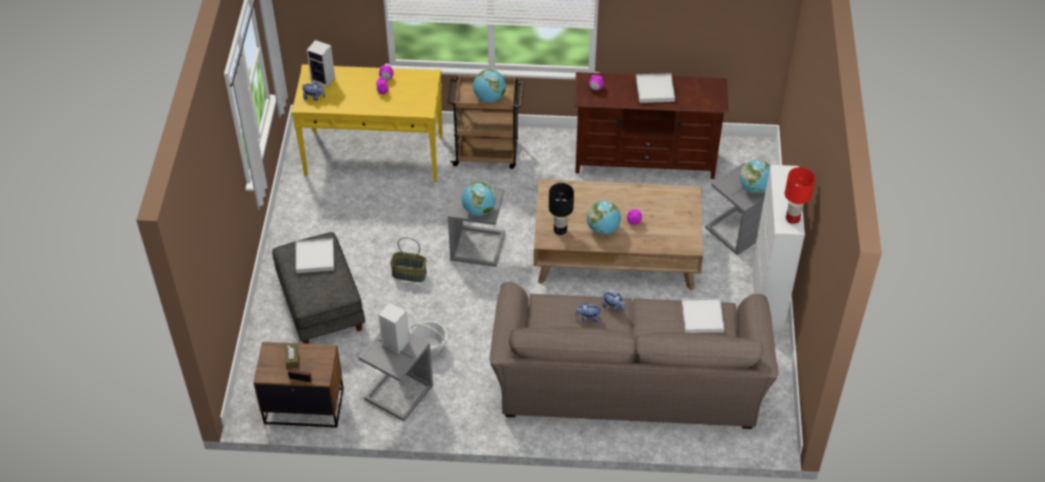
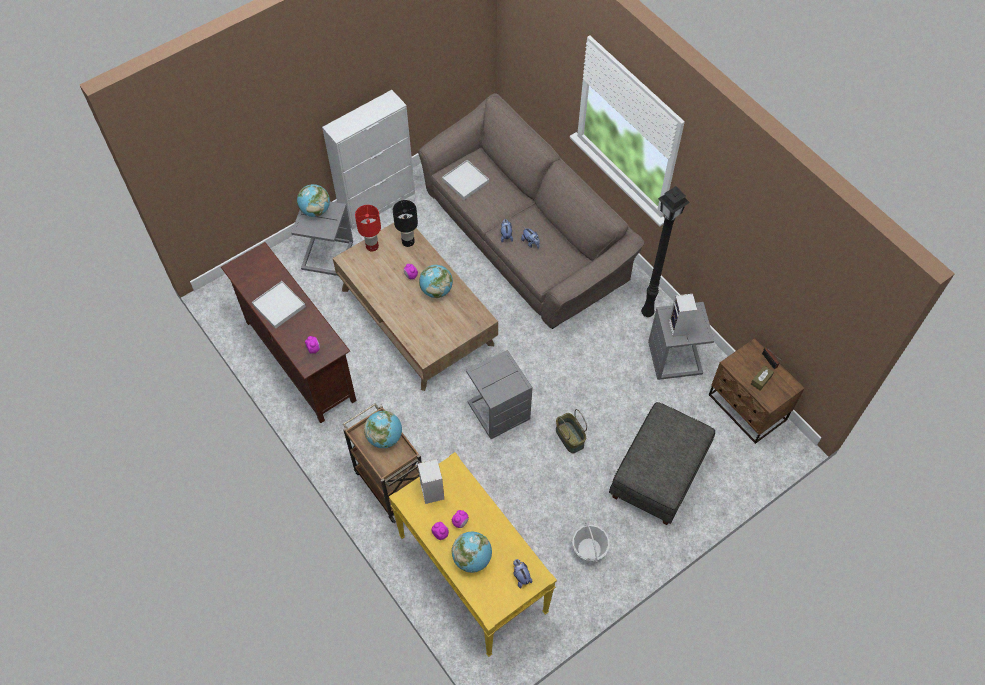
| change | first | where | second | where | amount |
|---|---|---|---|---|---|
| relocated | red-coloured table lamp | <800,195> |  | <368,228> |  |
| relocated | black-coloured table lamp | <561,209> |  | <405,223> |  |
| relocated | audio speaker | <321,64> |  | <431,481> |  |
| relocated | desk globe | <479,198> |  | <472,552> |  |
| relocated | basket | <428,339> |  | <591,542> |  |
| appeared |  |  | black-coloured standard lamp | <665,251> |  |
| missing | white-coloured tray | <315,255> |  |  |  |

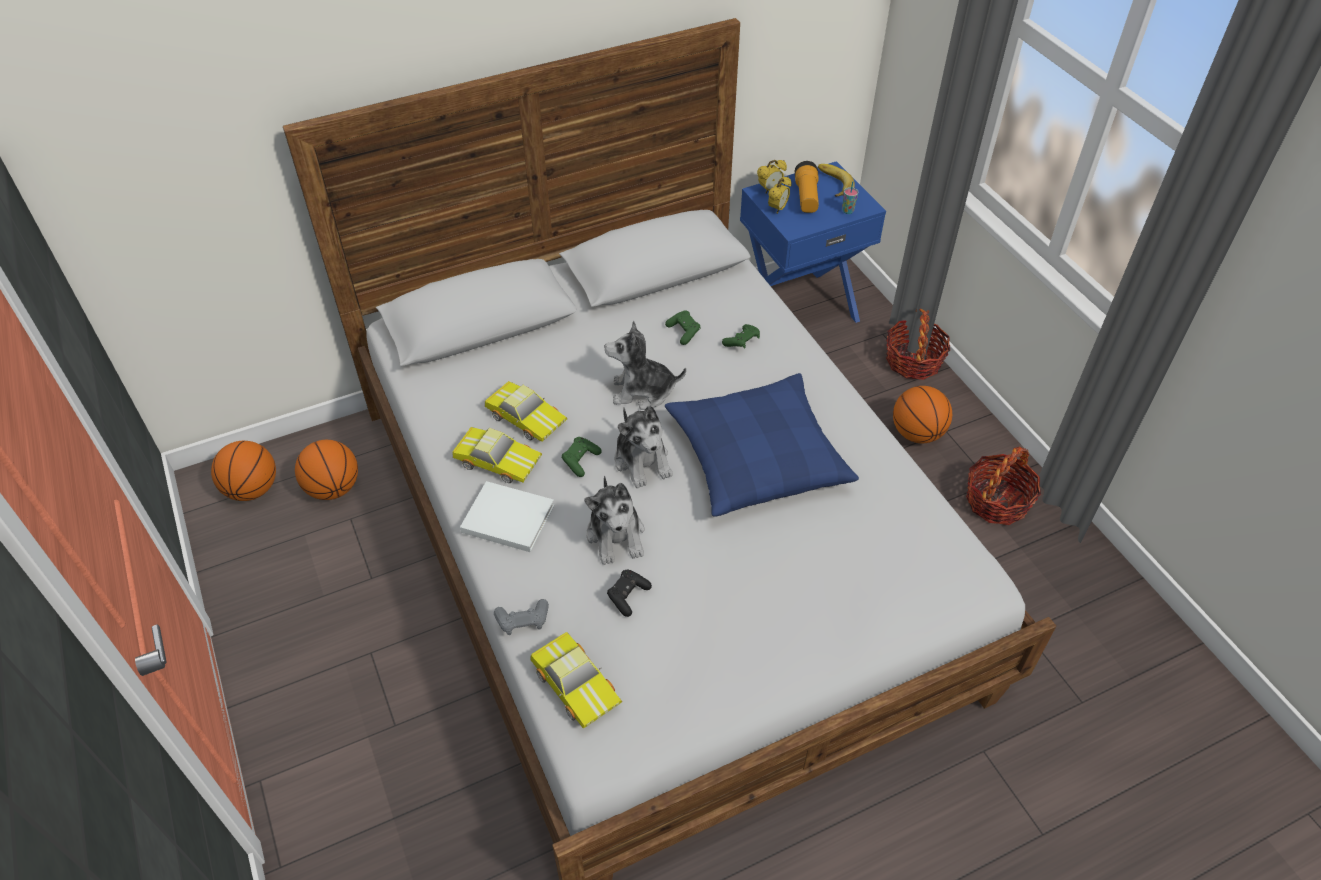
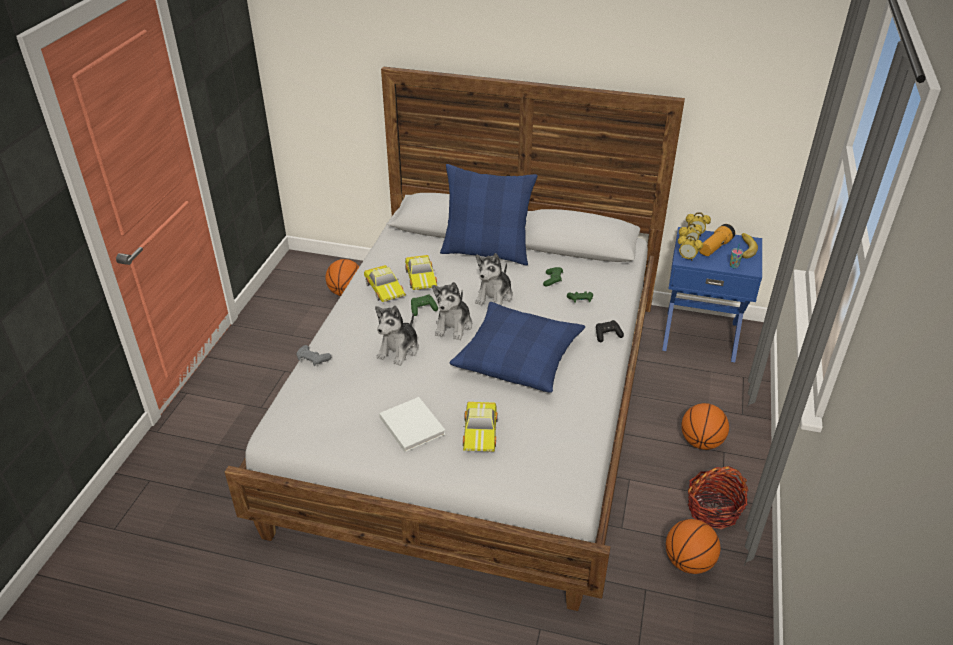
| change | first | where | second | where | amount |
|---|---|---|---|---|---|
| relocated | white-coloured volume | <507,516> |  | <412,424> |  |
| appeared |  |  | blue-coloured throw pillow | <489,214> |  |
| relocated | toy car | <576,680> |  | <480,427> |  |
| spun | cuddly toy | <645,365> |  | <494,279> | 105 degrees counterclockwise |
| relocated | black-coloured game controller | <629,593> |  | <610,331> |  |
| relocated | basketball | <243,471> |  | <693,546> |  |
| appeared |  |  | table clock | <690,248> |  |
| missing | basket | <918,344> |  |  |  |

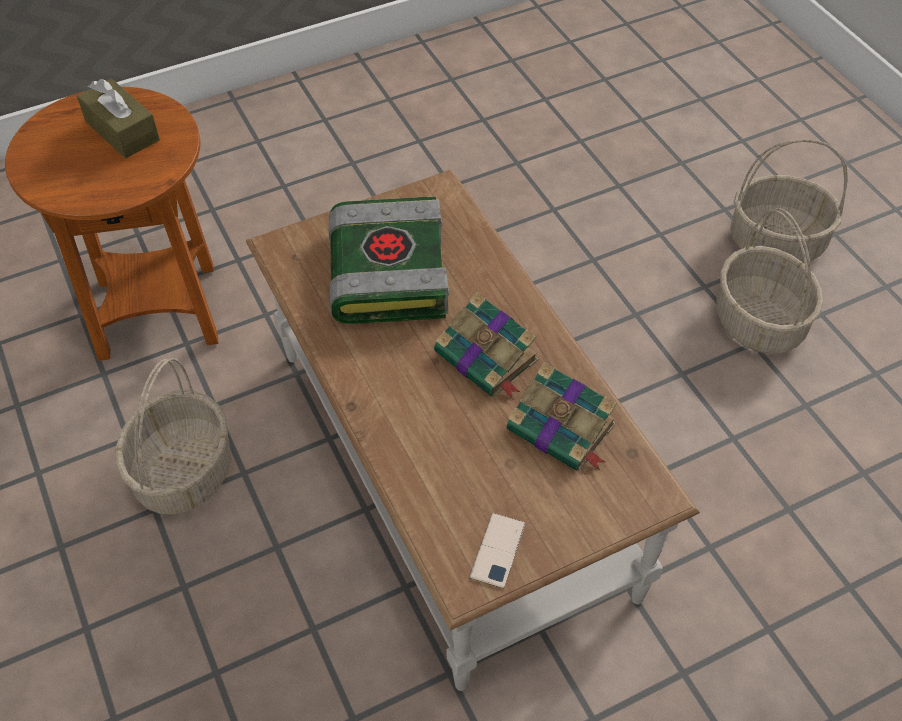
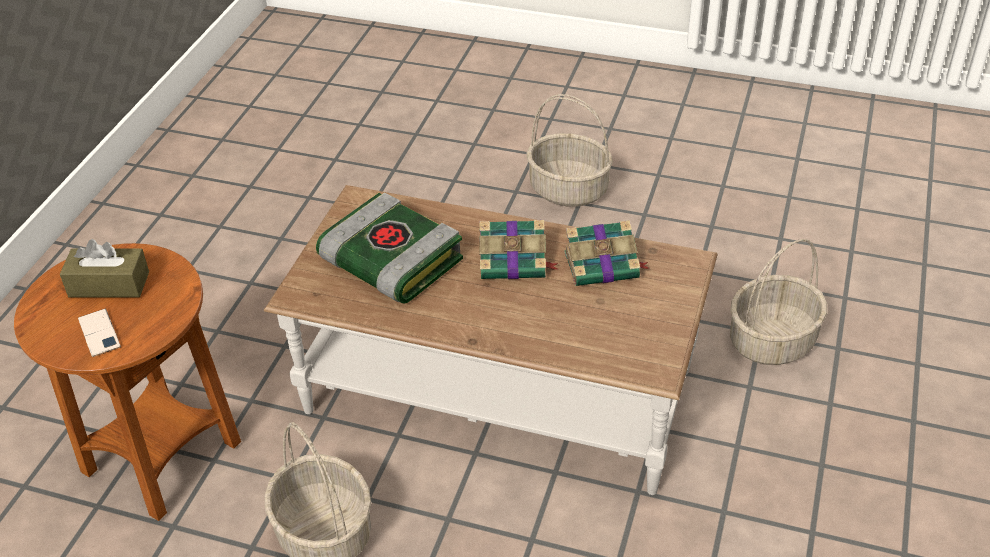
| change | first | where | second | where | amount |
|---|---|---|---|---|---|
| relocated | telephone | <498,551> |  | <99,333> |  |
| relocated | basket | <789,201> |  | <778,302> |  |

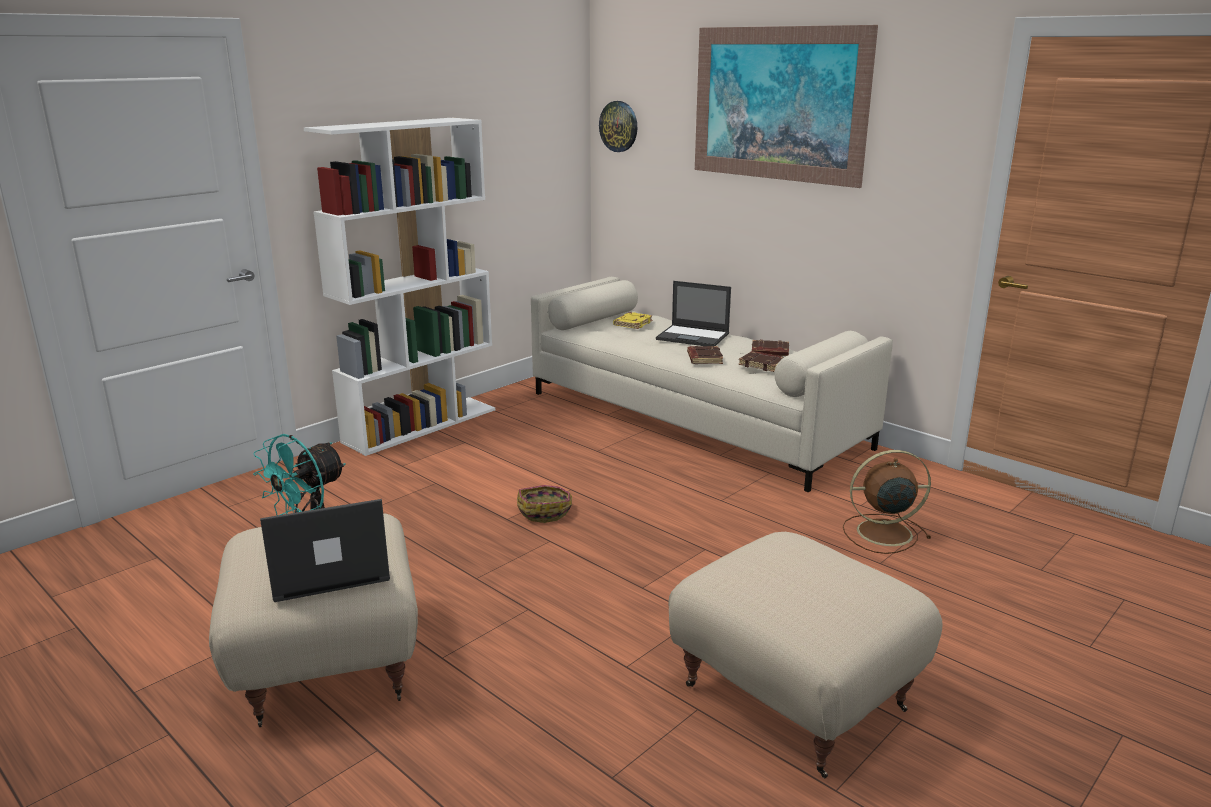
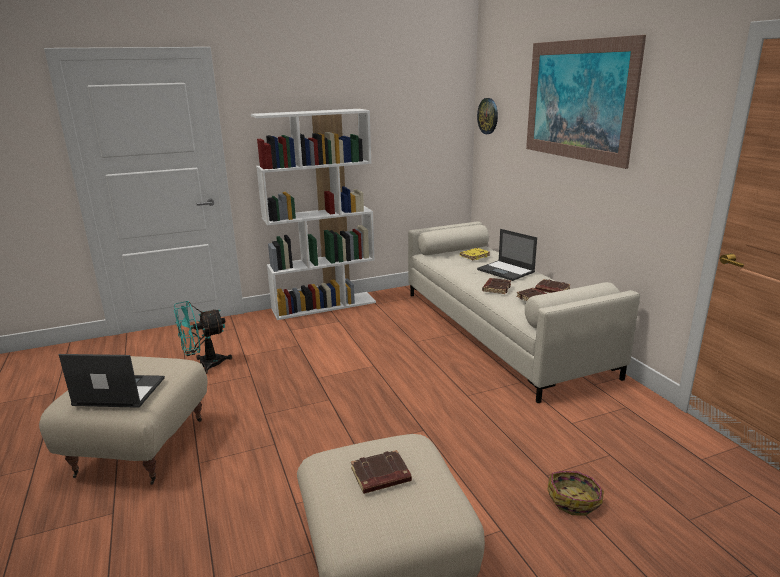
| change | first | where | second | where | amount |
|---|---|---|---|---|---|
| appeared |  |  | brown-coloured volume | <381,472> |  |
| relocated | basket | <544,504> |  | <576,493> |  |
| missing | brown-coloured electric fan | <887,502> |  |  |  |

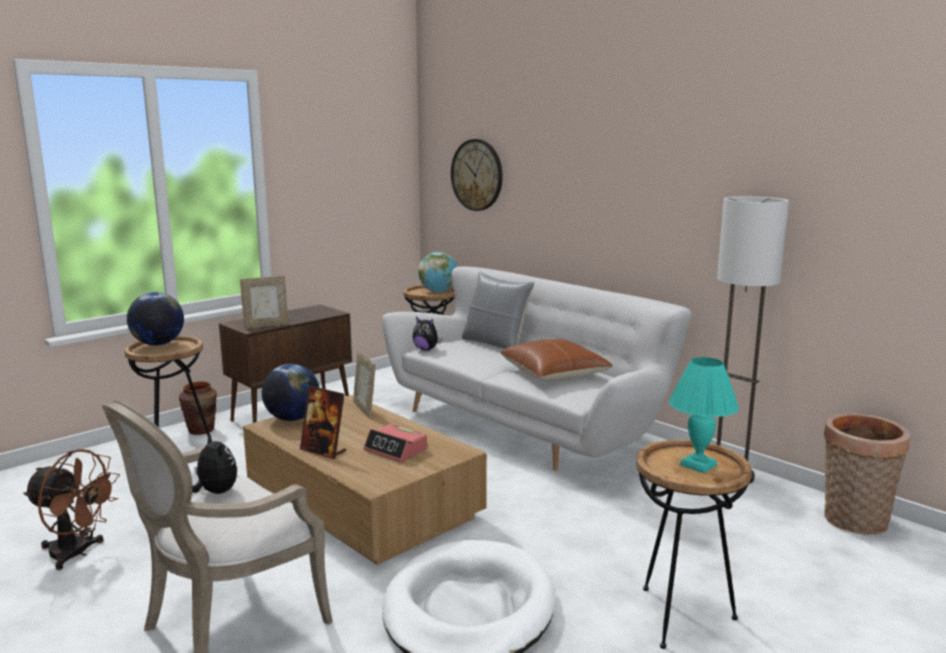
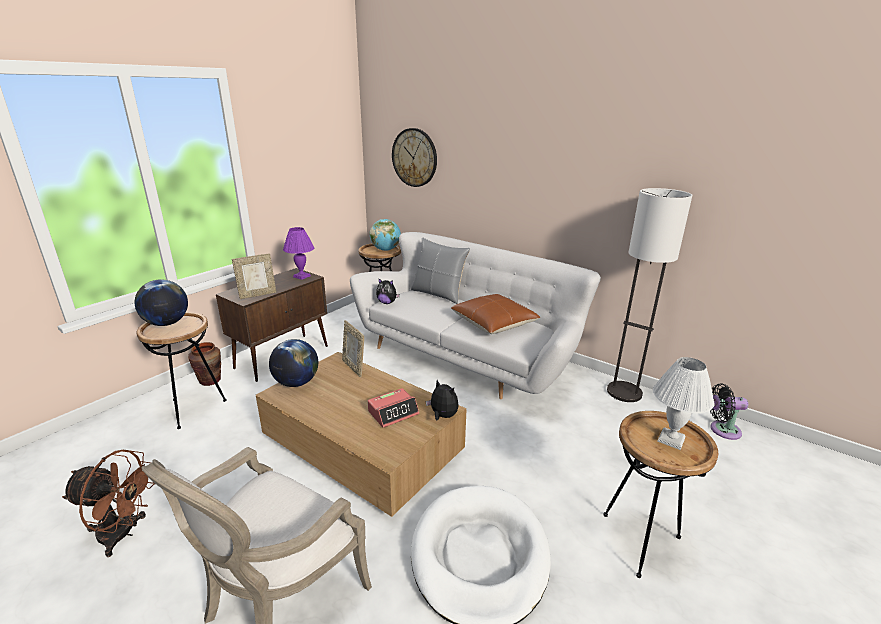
| change | first | where | second | where | amount |
|---|---|---|---|---|---|
| appeared |  |  | purple table lamp | <298,253> |  |
| spun | table clock | <395,443> |  | <393,408> | 60 degrees counterclockwise |
| relocated | cuddly toy | <214,464> |  | <442,400> |  |
| colour | blue-green table lamp | <704,415> | white-coloured table lamp | <684,403> |  |
| exchanged | basket | <867,474> | black-coloured electric fan | <729,411> |  |
| missing | standing frame | <323,422> |  |  |  |

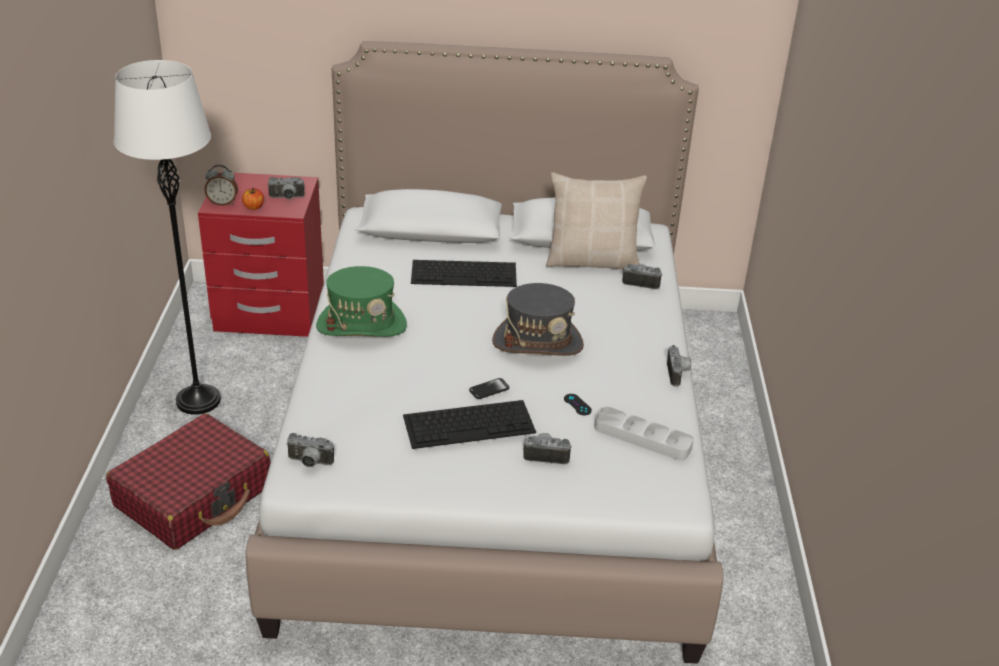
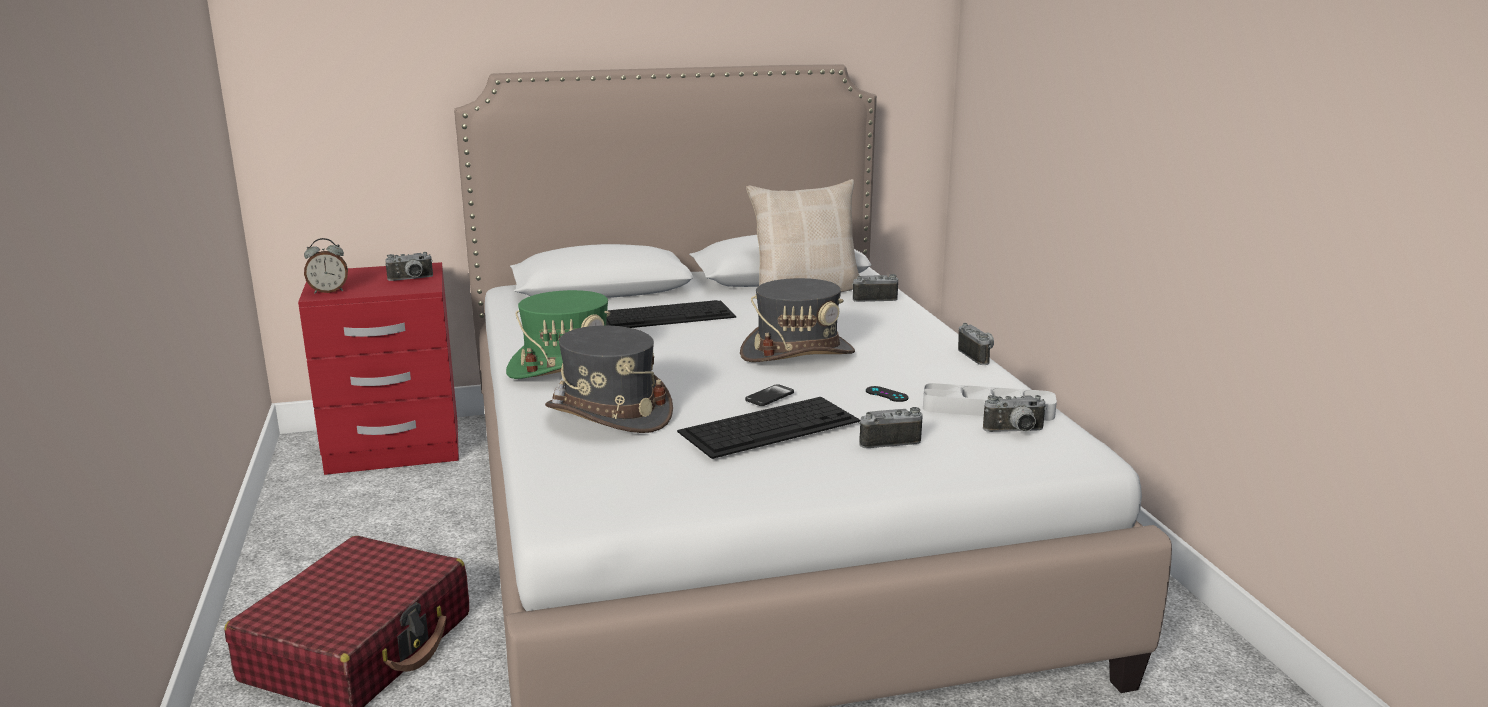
| change | first | where | second | where | amount |
|---|---|---|---|---|---|
| appeared |  |  | greyish wearable hat | <609,379> |  |
| relocated | still camera | <310,450> |  | <1015,413> |  |
| missing | white-coloured standard lamp | <167,237> |  |  |  |
| missing | apple fruit | <253,199> |  |  |  |

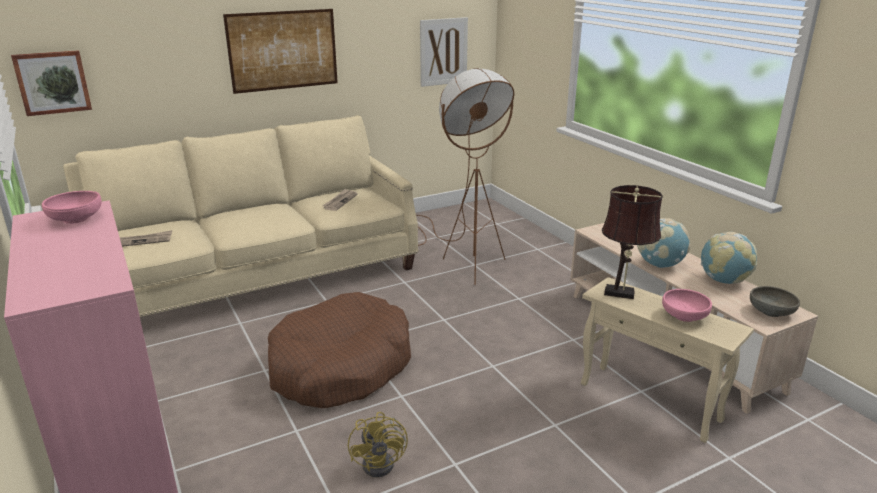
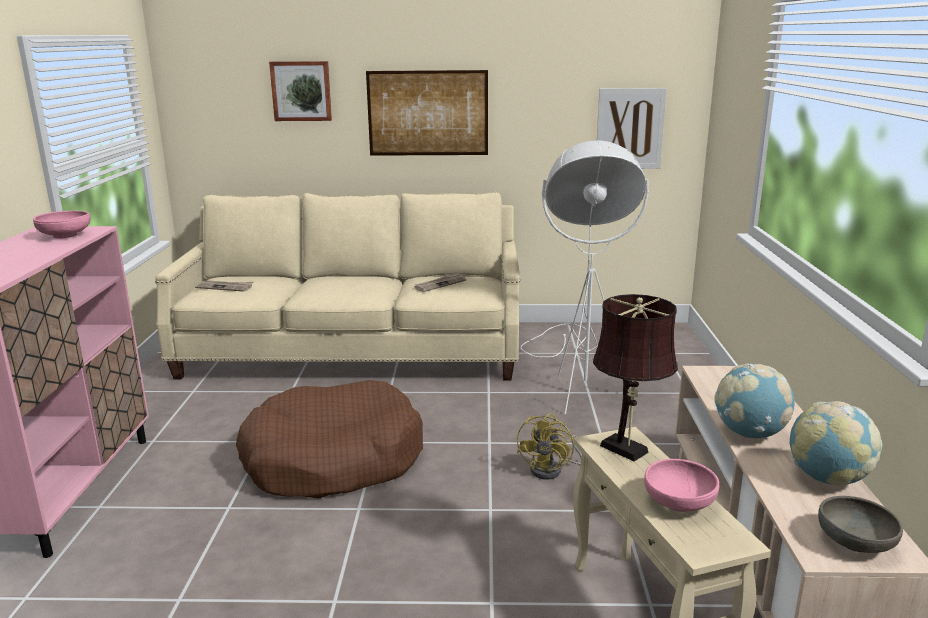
| change | first | where | second | where | amount |
|---|---|---|---|---|---|
| relocated | wall picture | <51,83> |  | <300,91> |  |
| relocated | yellowish electric fan | <378,444> |  | <549,446> |  |
| colour | brown-coloured standard lamp | <465,176> | white-coloured standard lamp | <584,277> |  |

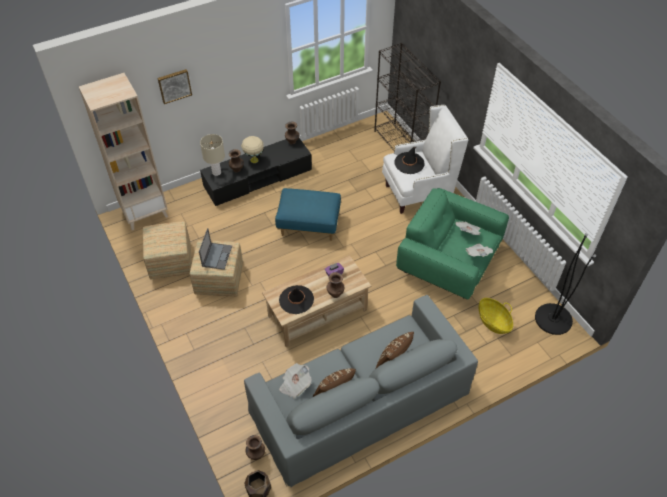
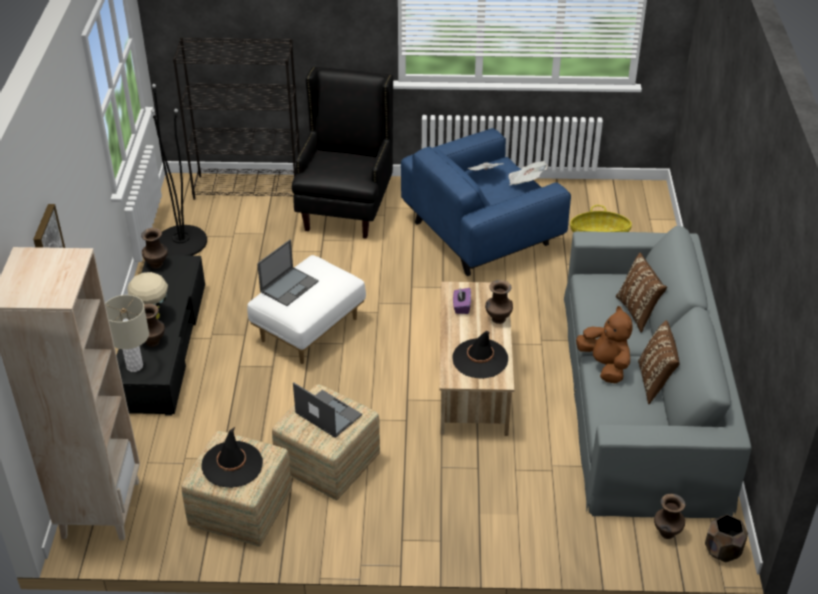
| change | first | where | second | where | amount |
|---|---|---|---|---|---|
| relocated | black-coloured standard lamp | <565,284> |  | <179,170> |  |
| relocated | black-coloured wearable hat | <409,160> |  | <232,457> |  |
| colour | blue-coloured ottoman | <308,214> | white-coloured ottoman | <306,309> |  |
| appeared |  |  | laptop | <288,273> |  |
| colour | white-coloured armchair | <425,159> | black-coloured armchair | <342,153> |  |
| colour | green armchair | <452,243> | blue-coloured armchair | <486,202> |  |
| appeared |  |  | brown-coloured cuddly toy | <604,344> |  |
| missing | daily paper | <295,381> |  |  |  |

